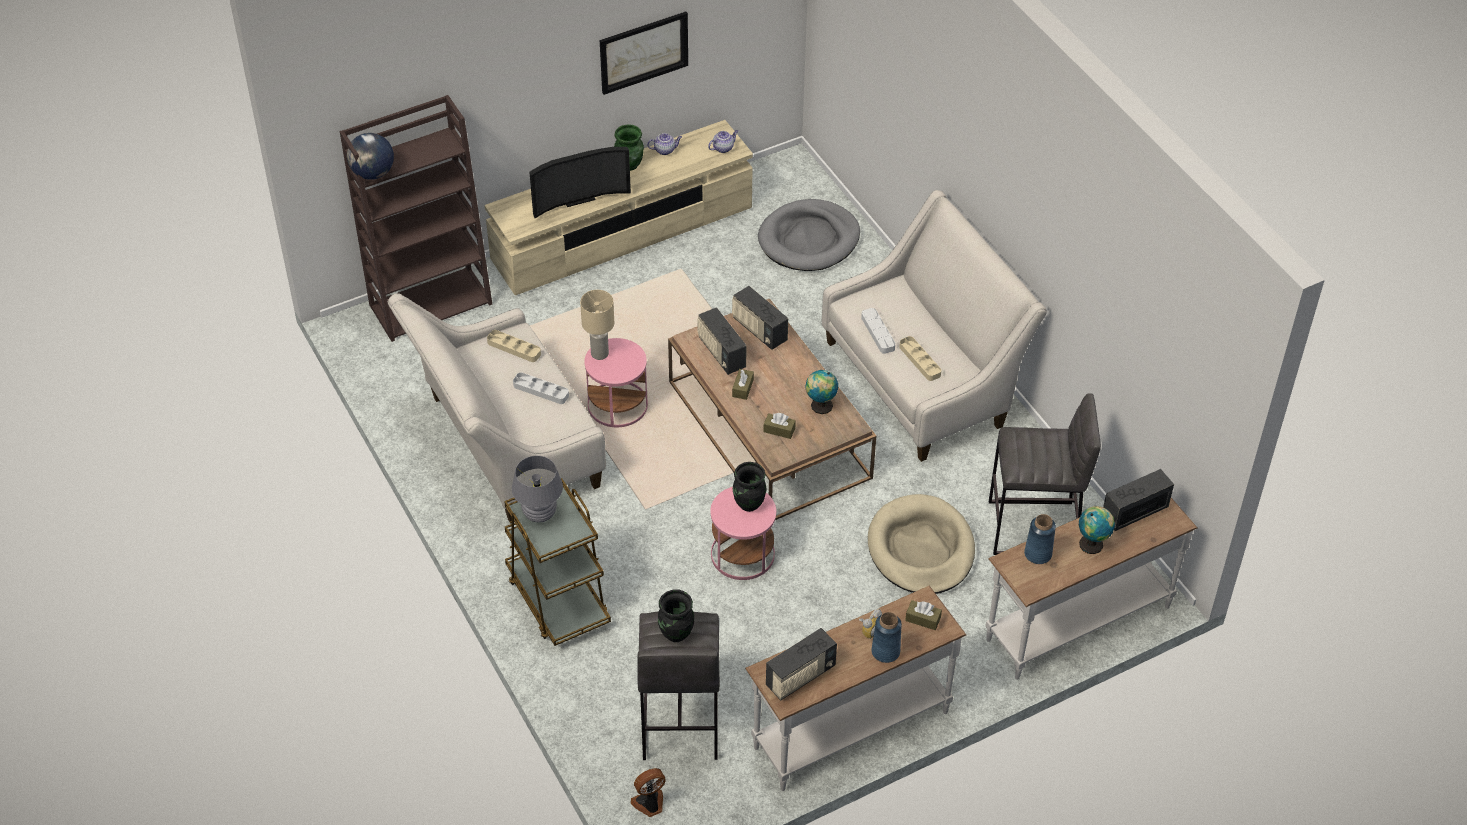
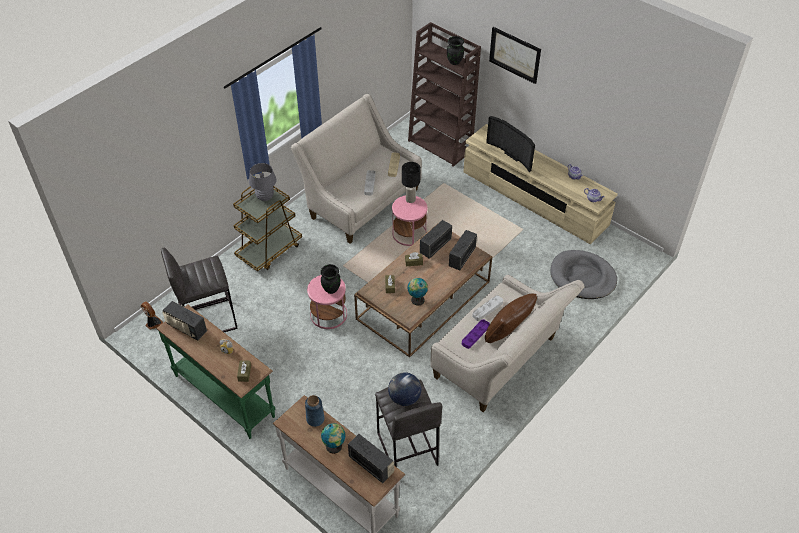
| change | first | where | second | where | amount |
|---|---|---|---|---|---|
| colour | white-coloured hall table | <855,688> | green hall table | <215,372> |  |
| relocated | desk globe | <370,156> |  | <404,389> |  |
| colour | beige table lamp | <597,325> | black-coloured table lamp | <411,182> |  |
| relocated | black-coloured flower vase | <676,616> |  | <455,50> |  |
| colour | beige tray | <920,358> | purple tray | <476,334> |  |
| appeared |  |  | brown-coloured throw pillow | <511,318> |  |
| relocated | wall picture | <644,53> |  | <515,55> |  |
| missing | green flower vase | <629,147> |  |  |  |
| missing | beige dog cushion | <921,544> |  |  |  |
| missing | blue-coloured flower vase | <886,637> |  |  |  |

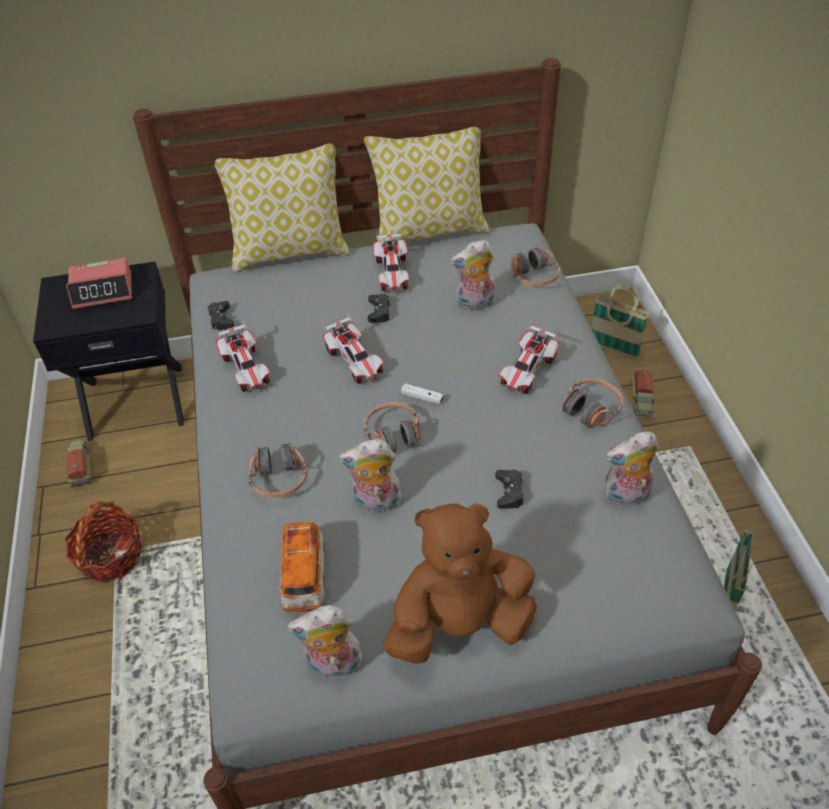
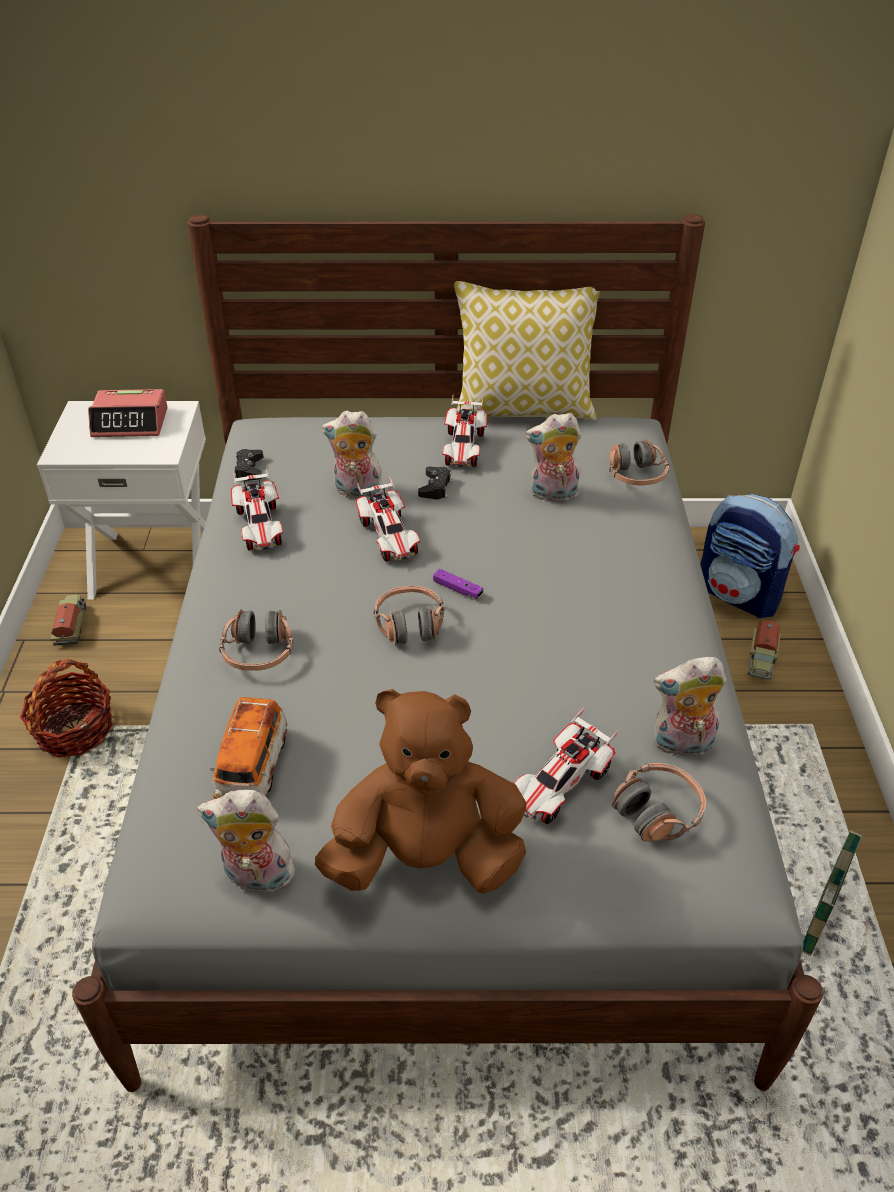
| change | first | where | second | where | amount |
|---|---|---|---|---|---|
| colour | black-coloured bedside table | <108,351> | white-coloured bedside table | <121,500> |  |
| relocated | cuddly toy | <370,475> |  | <352,455> |  |
| colour | white-coloured game controller | <422,393> | purple game controller | <458,584> |  |
| relocated | toy car | <529,356> |  | <566,766> |  |
| relocated | headphones | <592,403> |  | <659,802> |  |
| exchanged | basket | <620,321> | knapsack | <750,556> |  |
| missing | throw pillow | <282,208> |  |  |  |
| missing | black-coloured game controller | <509,489> |  |  |  |

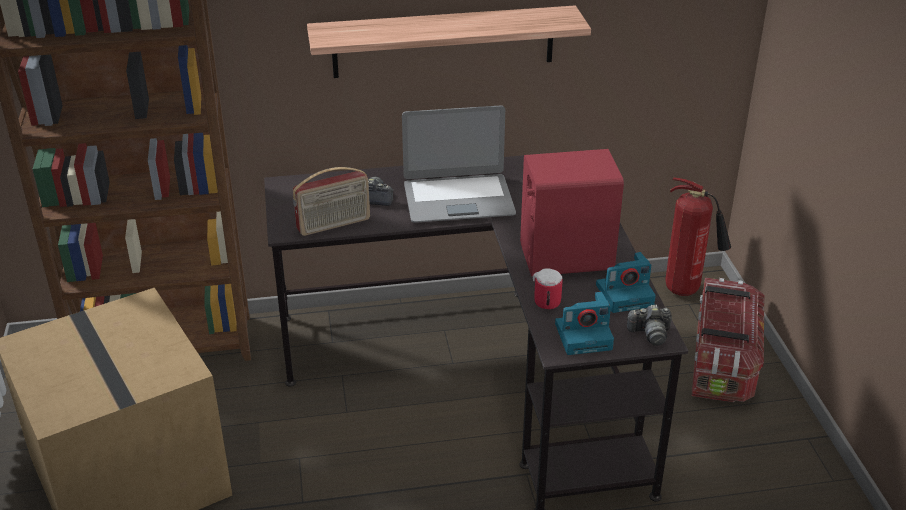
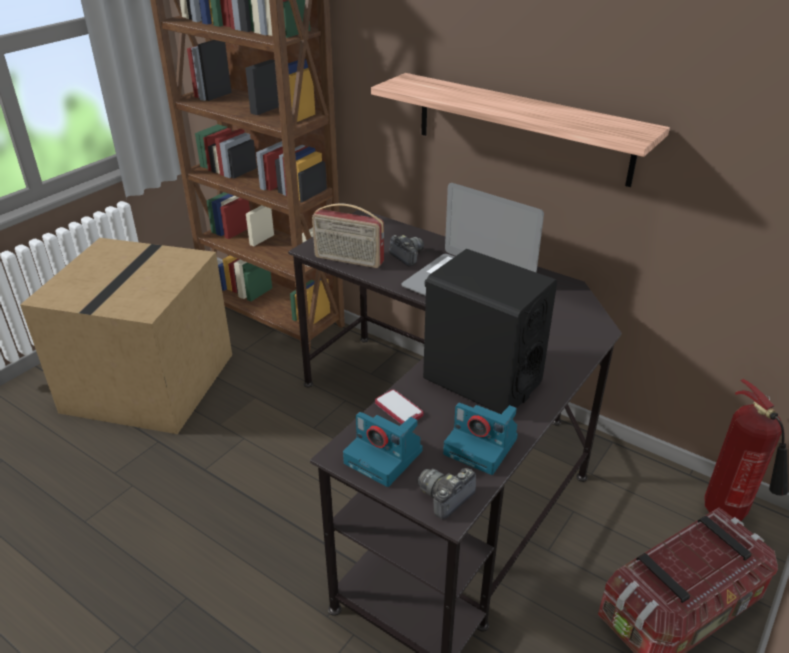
| change | first | where | second | where | amount |
|---|---|---|---|---|---|
| exchanged | tea mug | <548,288> | telephone | <399,407> |  |
| spun | still camera | <649,325> |  | <447,494> | 90 degrees clockwise |
| colour | red-coloured audio speaker | <572,212> | black-coloured audio speaker | <490,331> |  |

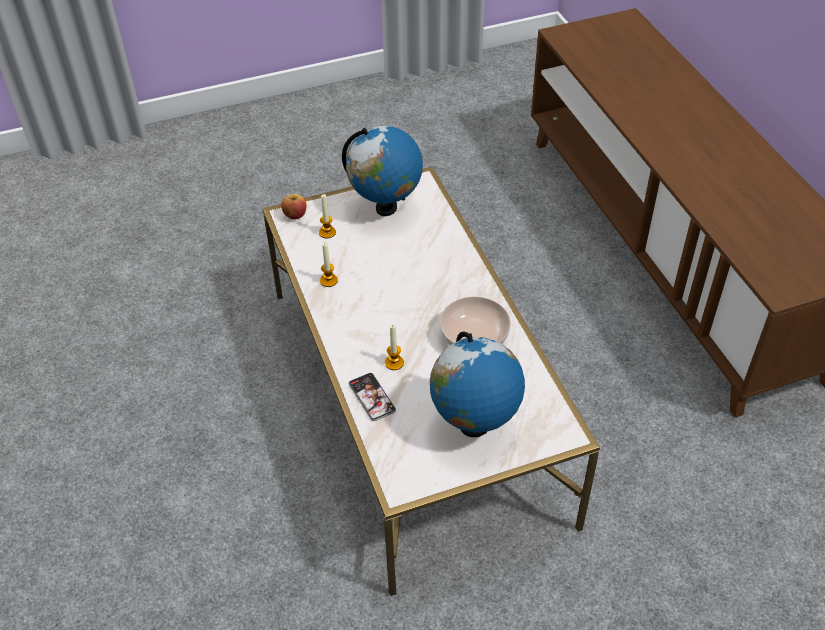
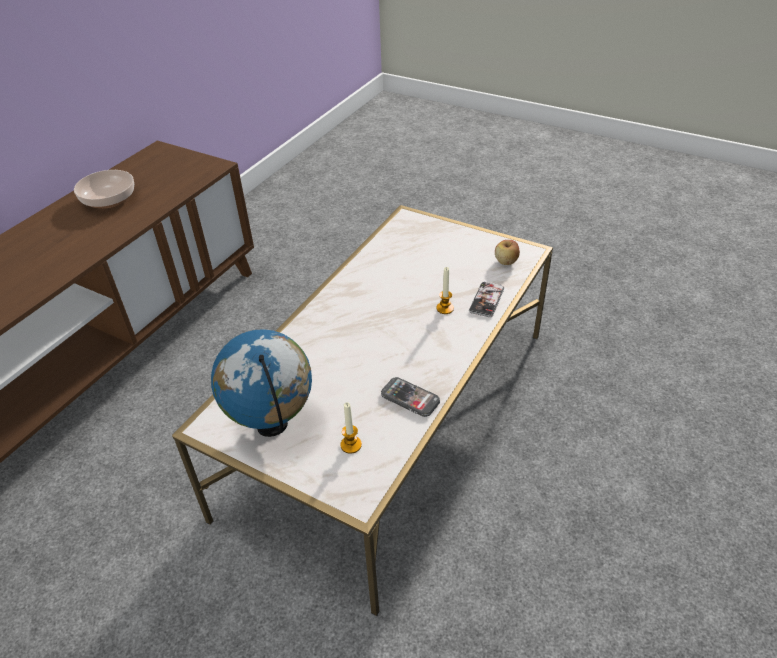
| change | first | where | second | where | amount |
|---|---|---|---|---|---|
| relocated | serving bowl | <475,320> |  | <104,189> |  |
| exchanged | wax light | <329,264> | telephone | <410,397> |  |
| relocated | apple fruit | <293,207> |  | <507,252> |  |
| missing | desk globe | <477,384> |  |  |  |

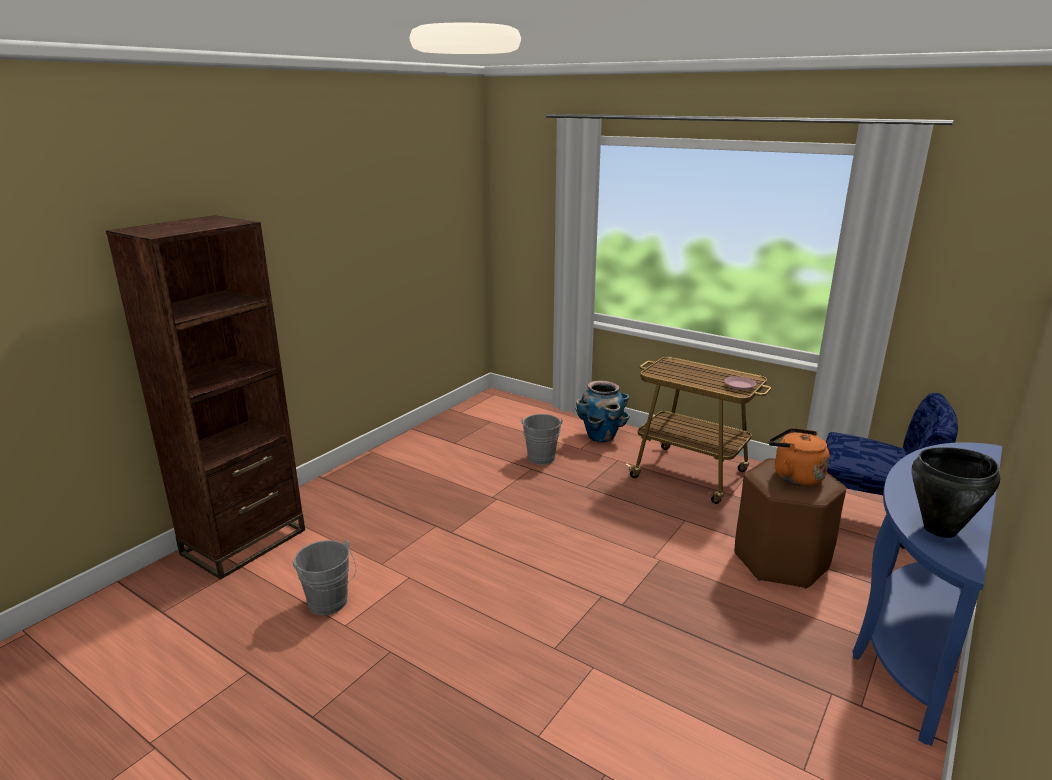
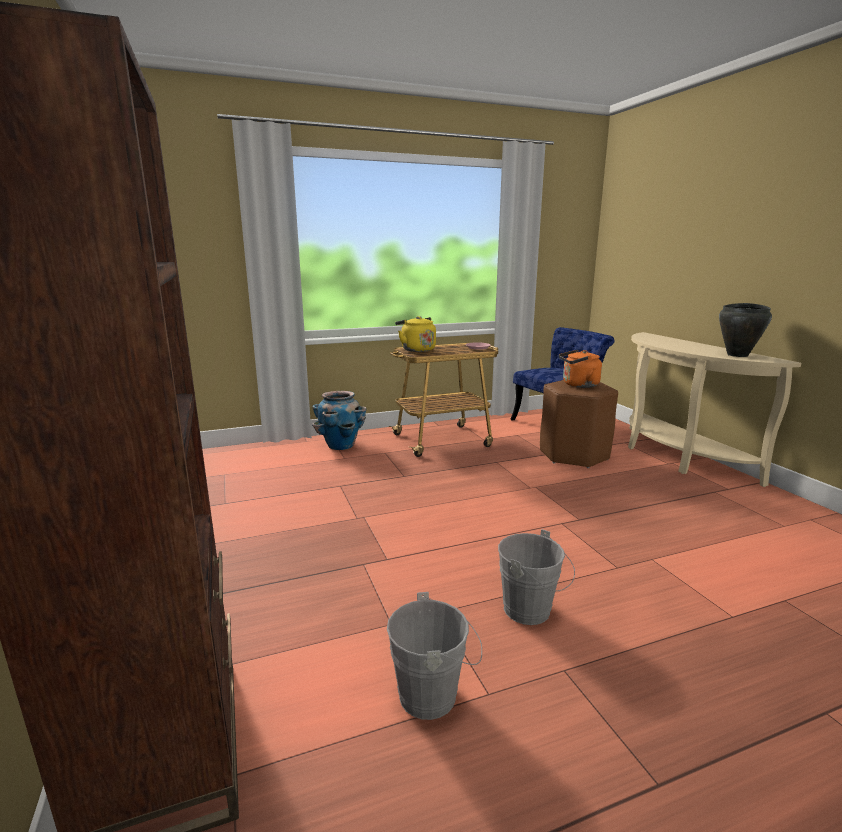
| change | first | where | second | where | amount |
|---|---|---|---|---|---|
| appeared |  |  | yellowish kettle | <415,334> |  |
| relocated | greyish water bucket | <542,439> |  | <536,577> |  |
| colour | blue-coloured hall table | <927,594> | beige hall table | <714,409> |  |

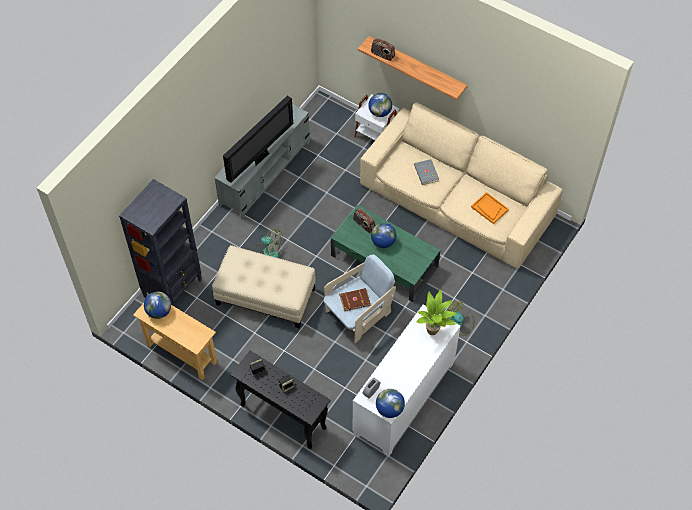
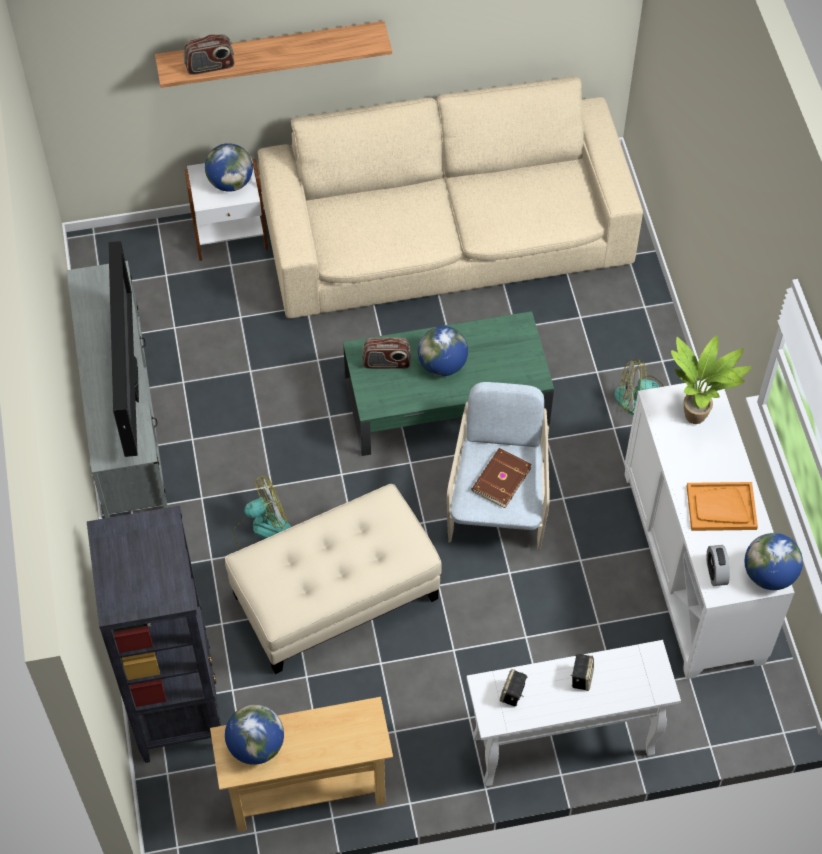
| change | first | where | second | where | amount |
|---|---|---|---|---|---|
| colour | black-coloured hall table | <280,399> | white-coloured hall table | <574,713> |  |
| relocated | orange-coloured tray | <490,208> |  | <722,506> |  |
| missing | greyish volume | <426,172> |  |  |  |

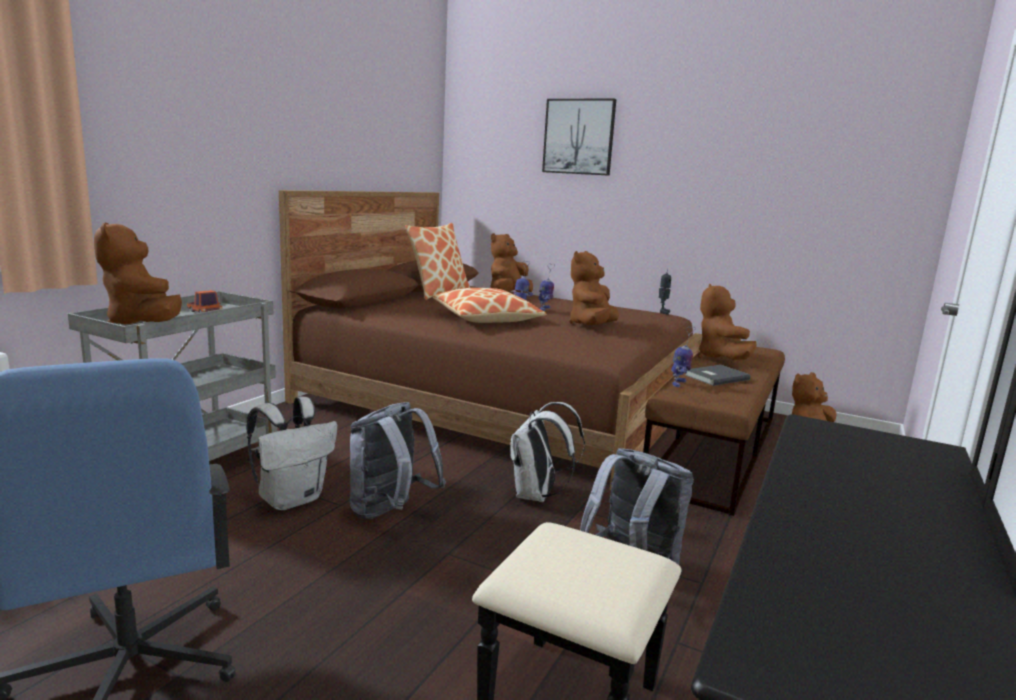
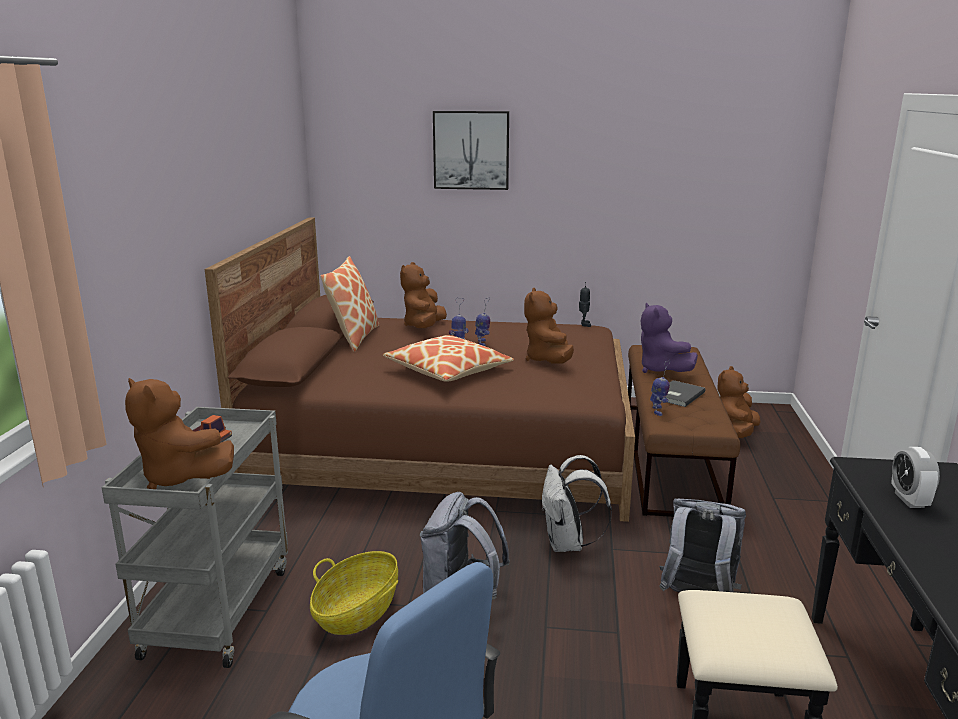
| change | first | where | second | where | amount |
|---|---|---|---|---|---|
| exchanged | white-coloured knapsack | <292,453> | basket | <354,593> |  |
| colour | brown-coloured cuddly toy | <727,322> | purple cuddly toy | <669,338> |  |
| appeared |  |  | table clock | <915,477> |  |

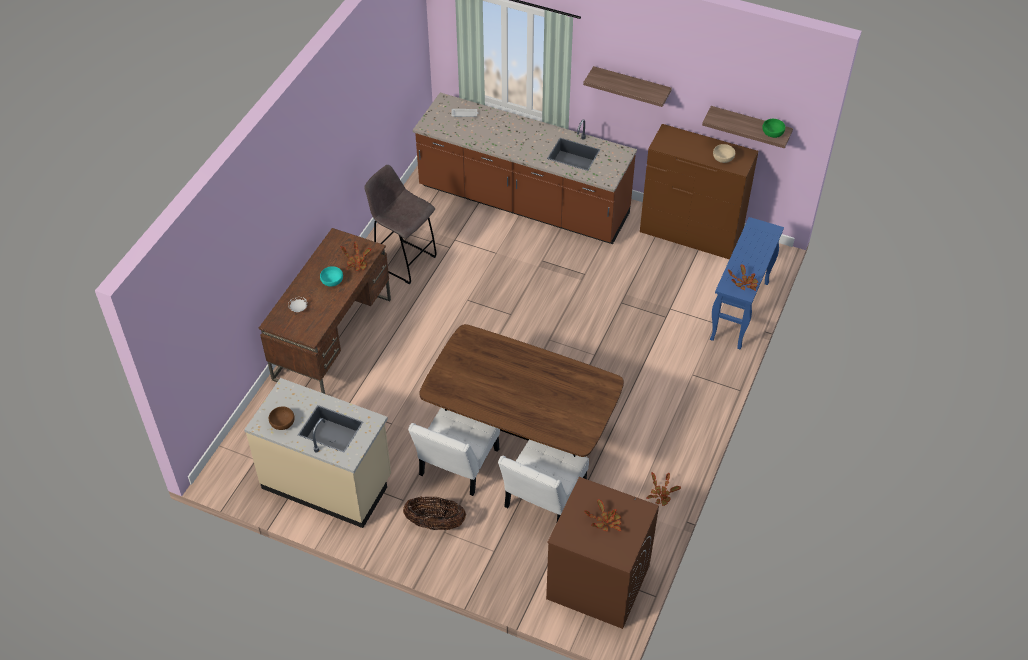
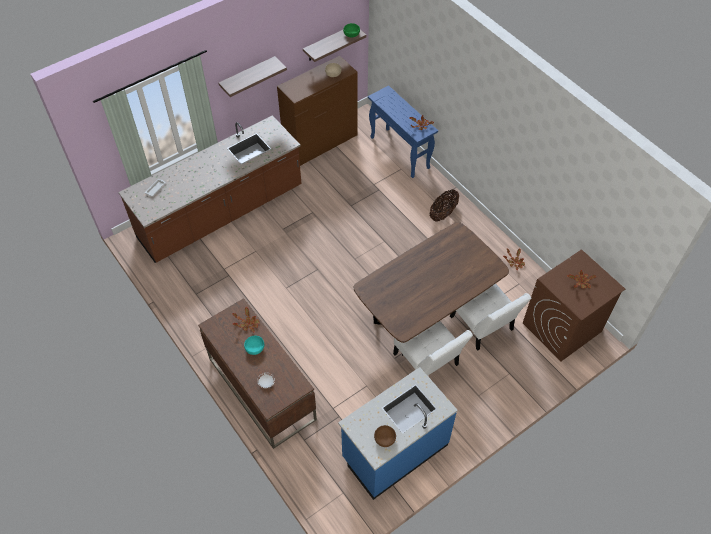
| change | first | where | second | where | amount |
|---|---|---|---|---|---|
| colour | beige kitchen base unit | <317,453> | blue-coloured kitchen base unit | <398,433> |  |
| relocated | basket | <434,513> |  | <444,205> |  |
| missing | greyish stool seat | <400,224> |  |  |  |

